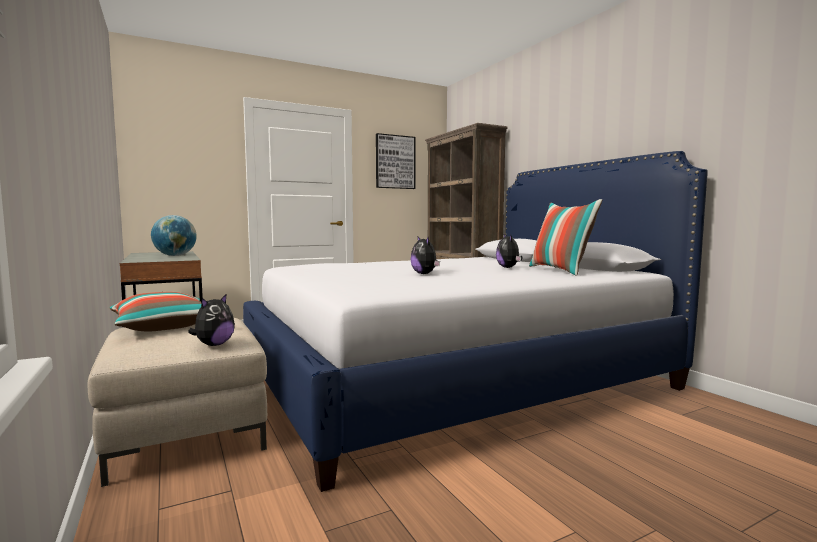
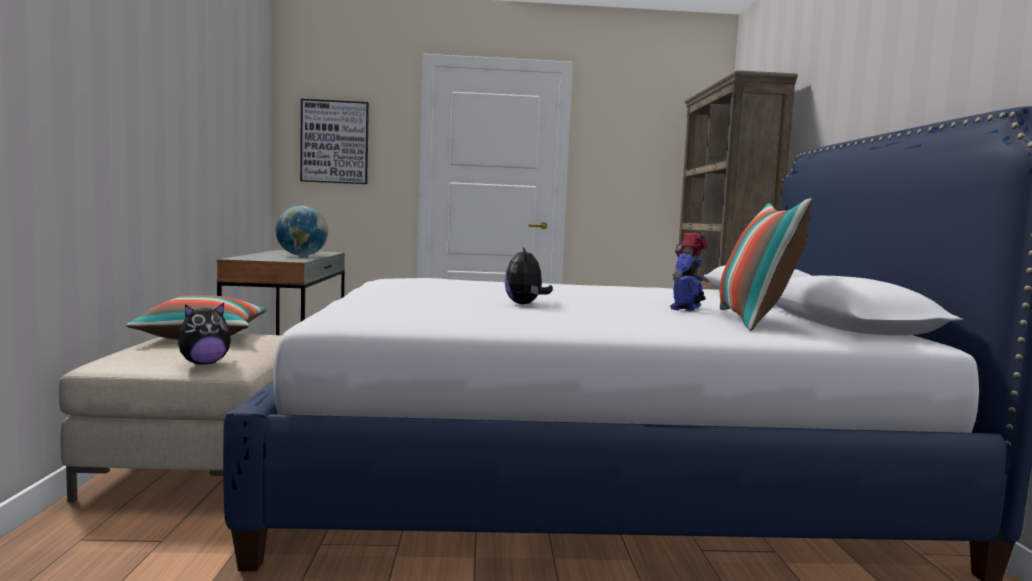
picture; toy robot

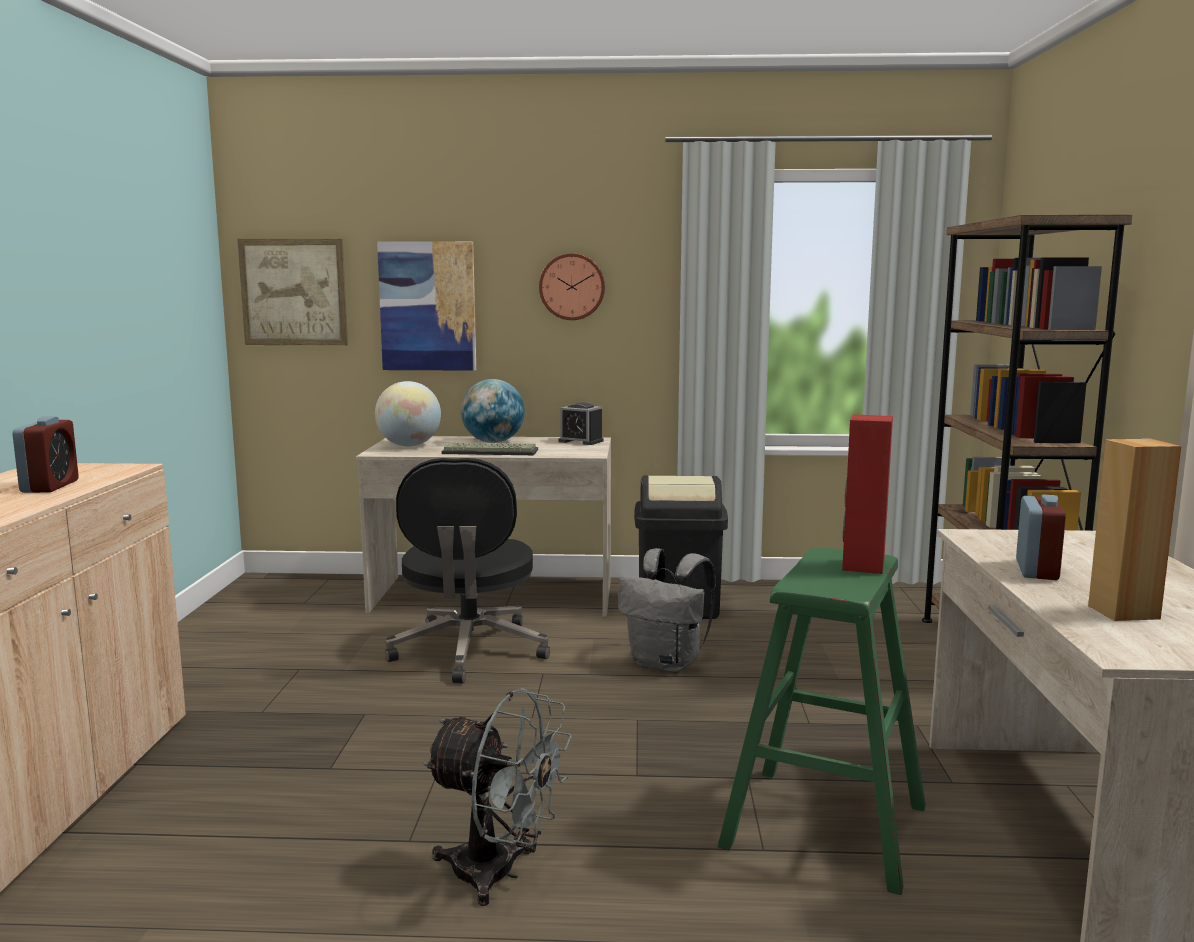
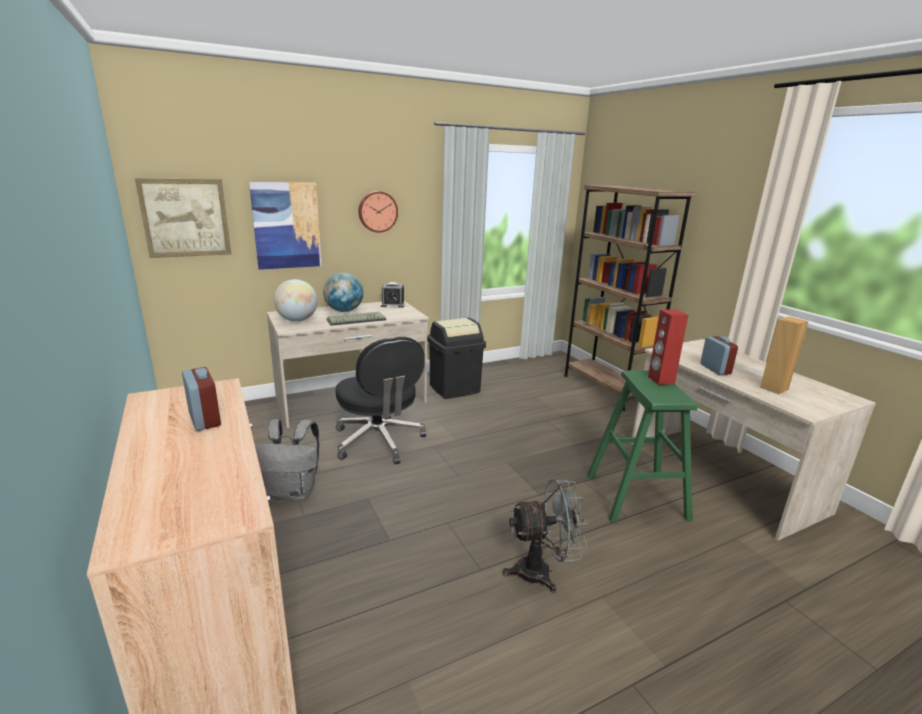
backpack in grey

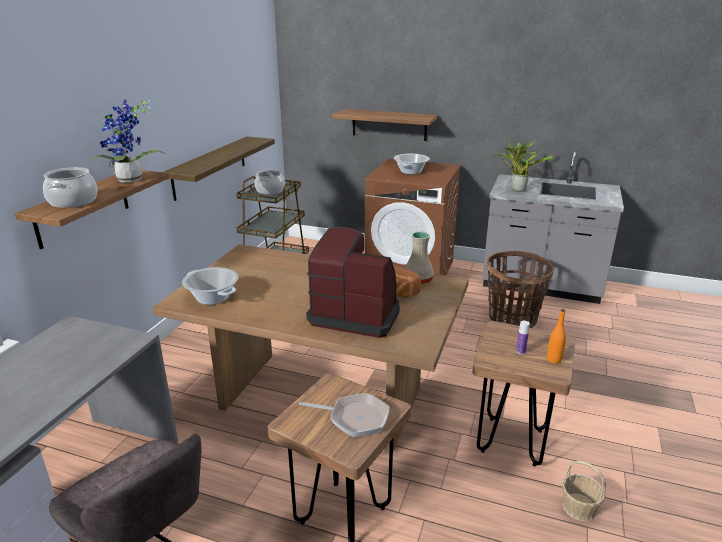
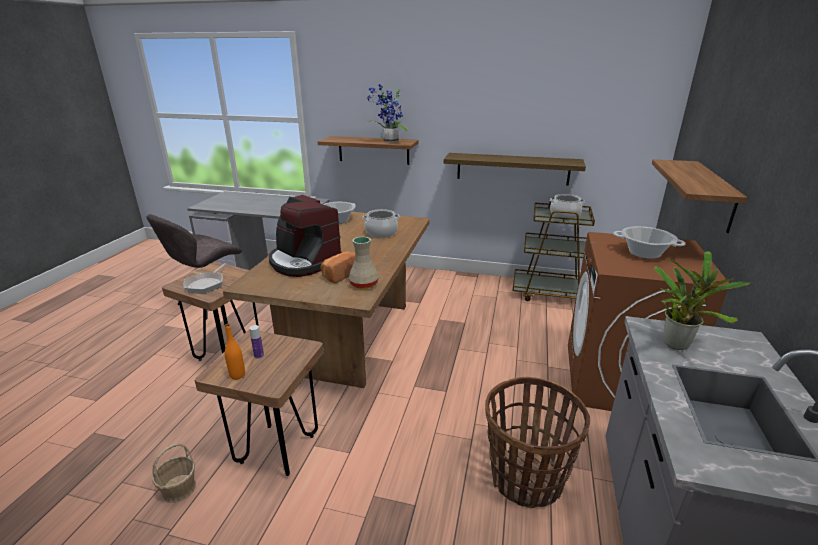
cooking pot (2nd from left); coffee machine

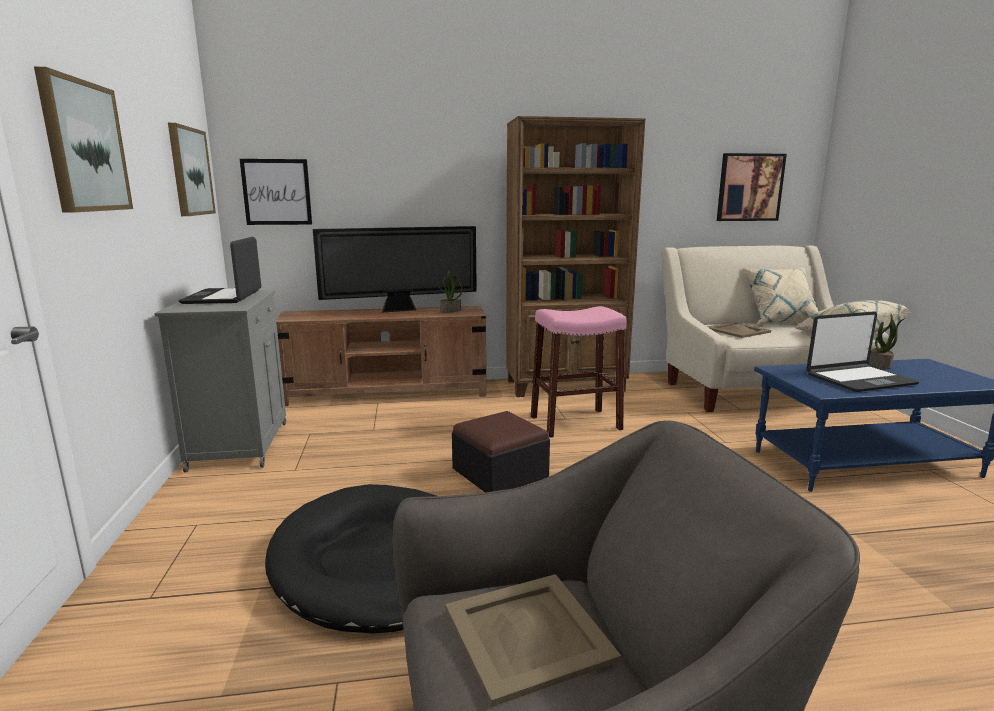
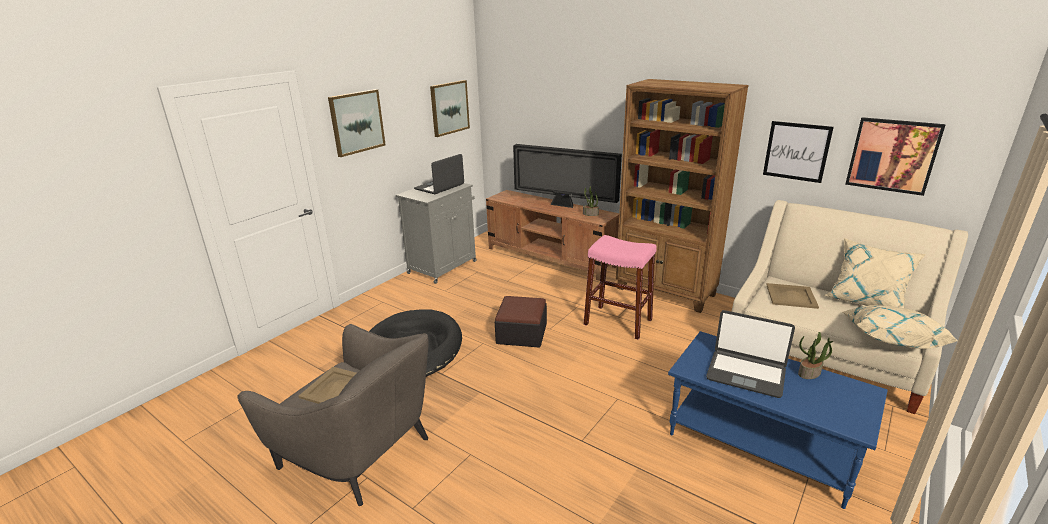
picture (3rd from left)

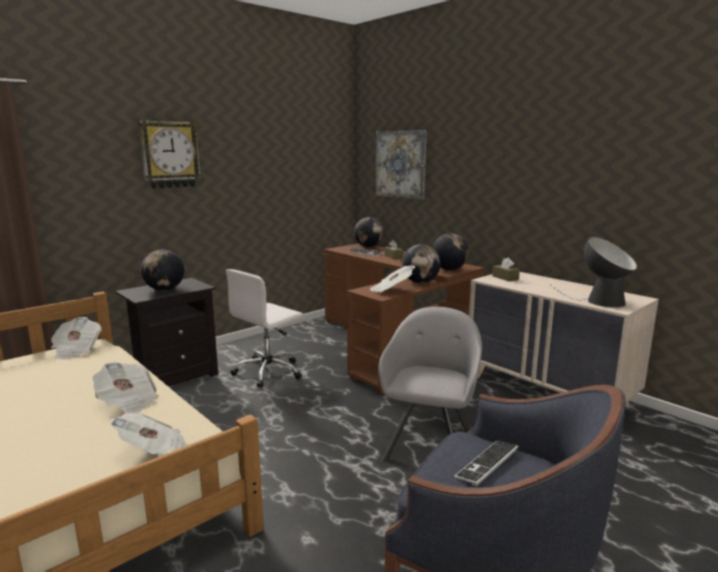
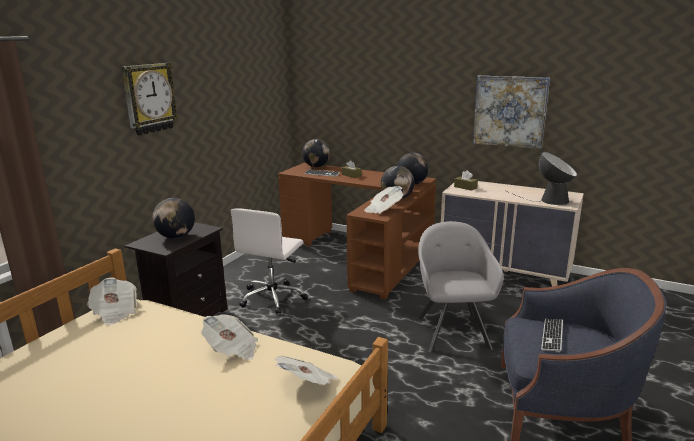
picture

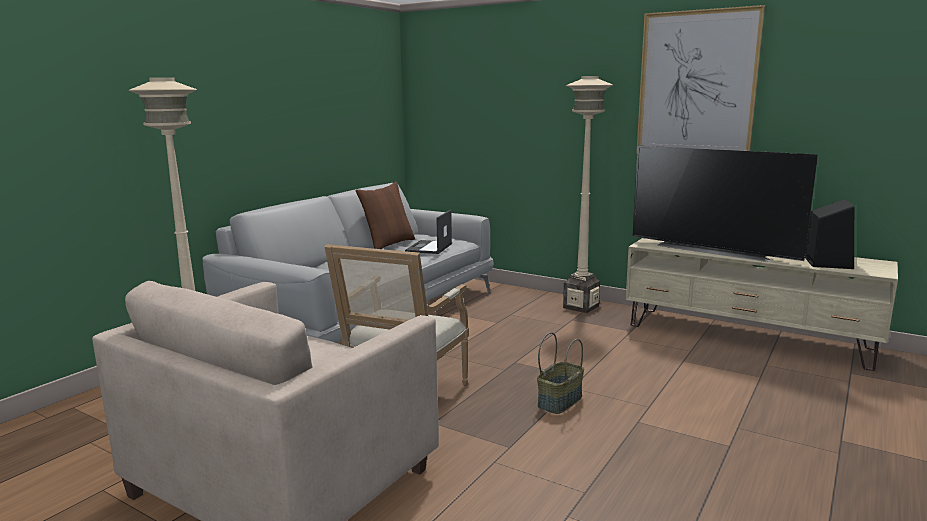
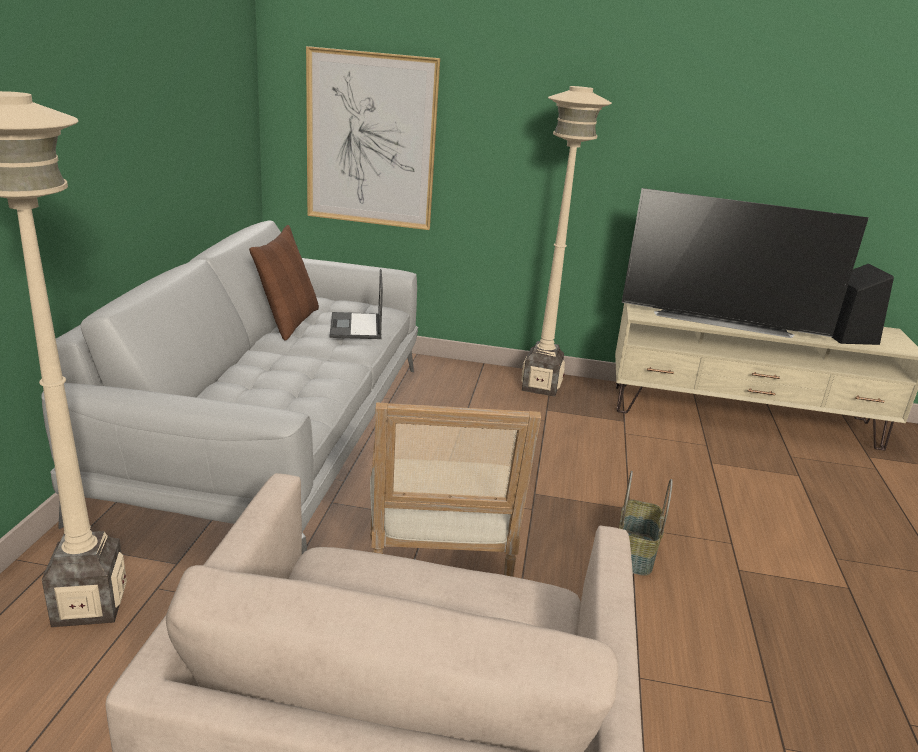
picture

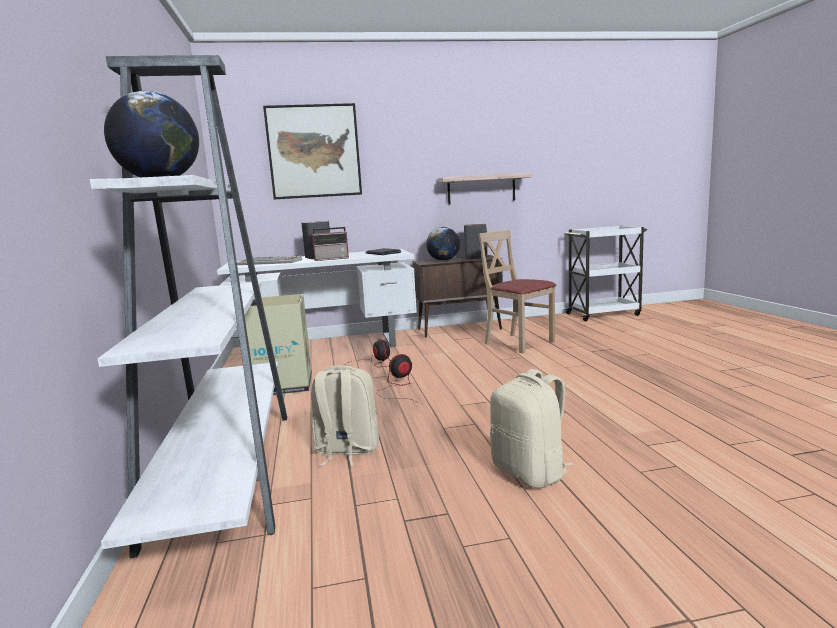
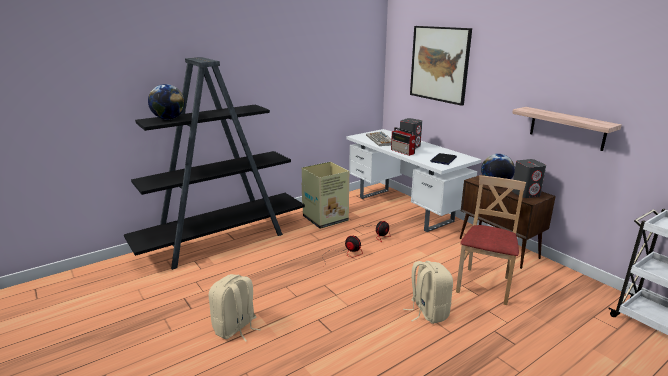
bookcase in black; backpack in beige (2nd from left)

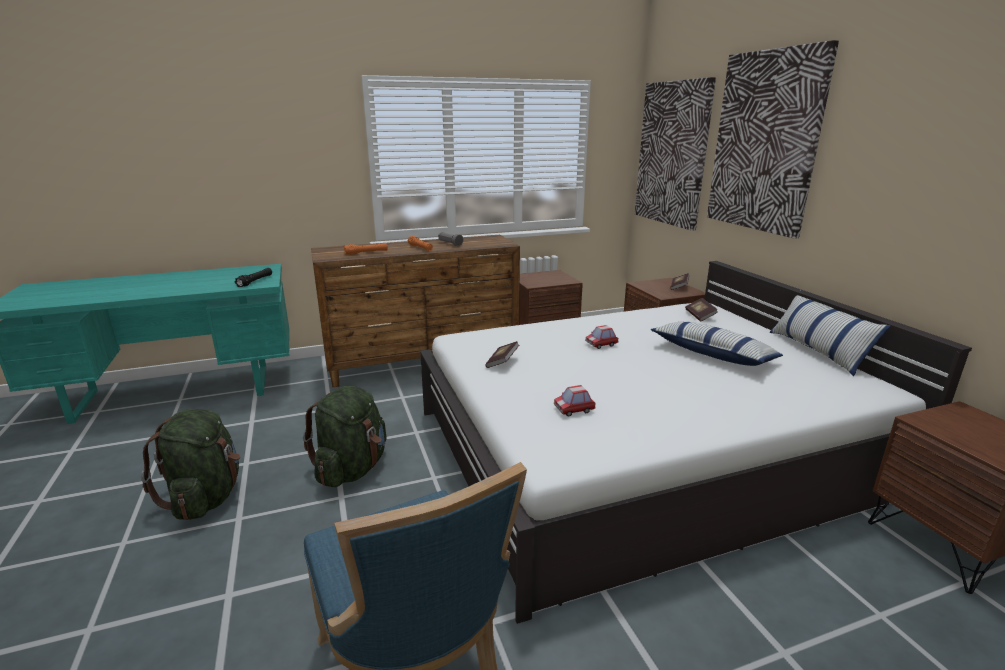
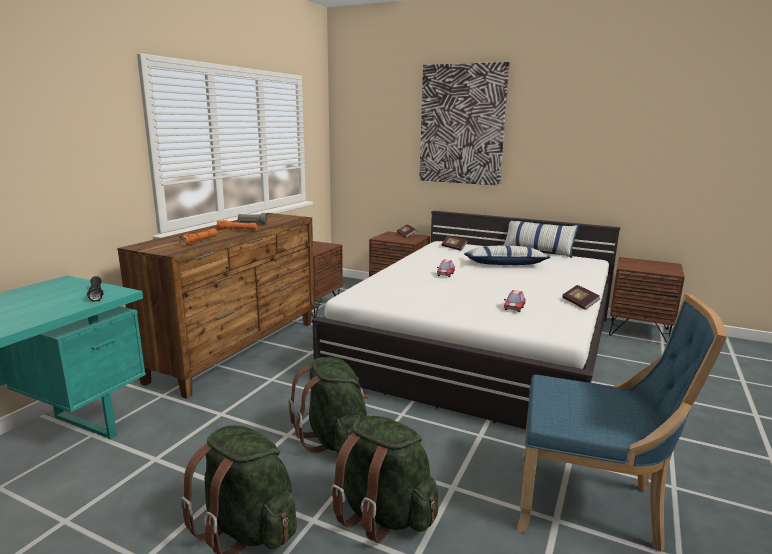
book (3rd from left); picture (1st from left in the first image); backpack in green (3rd from left)

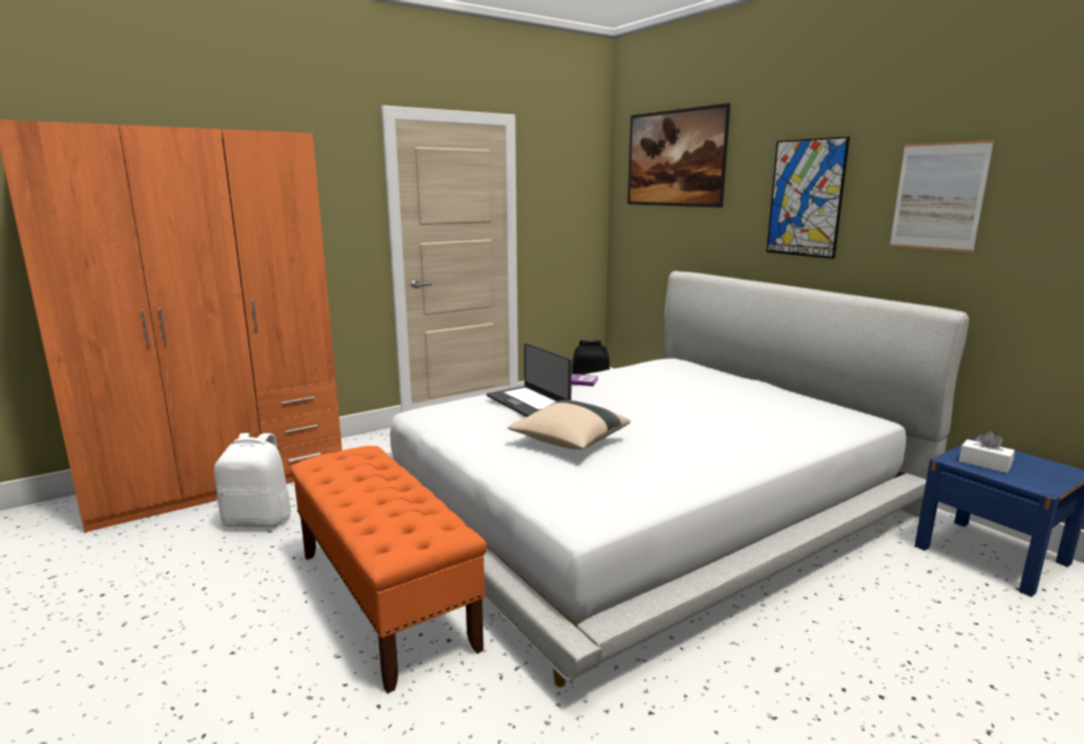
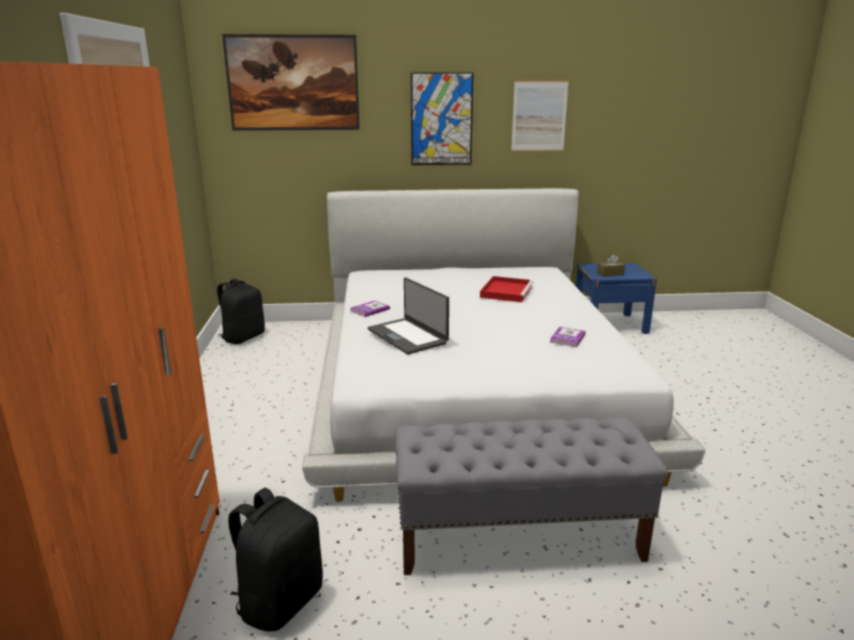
backpack in black (2nd from left); bench in grey; laptop; pillow in beige; tissue box in brown; tray in red; book (2nd from left)

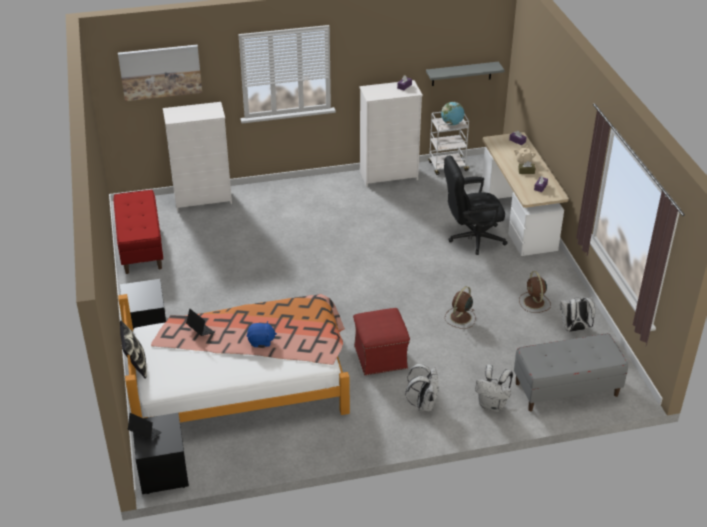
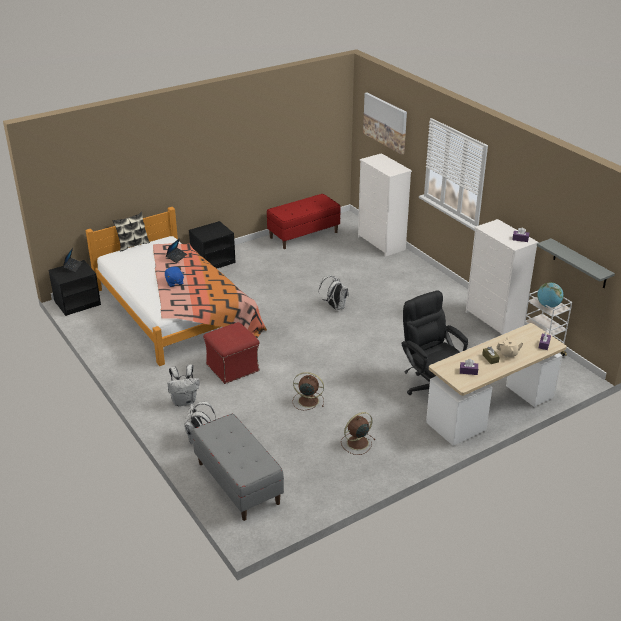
backpack in white (3rd from left)

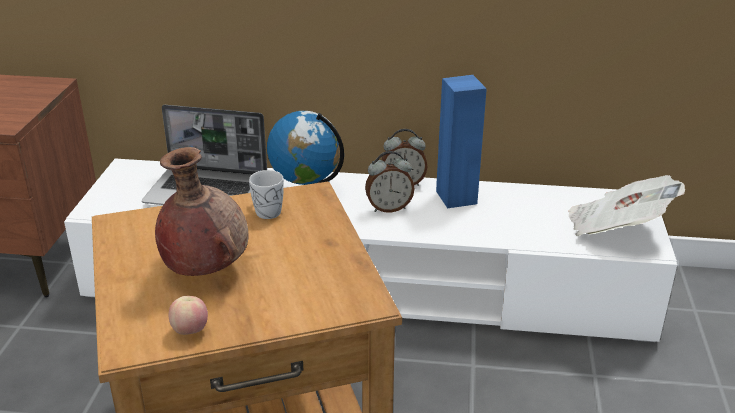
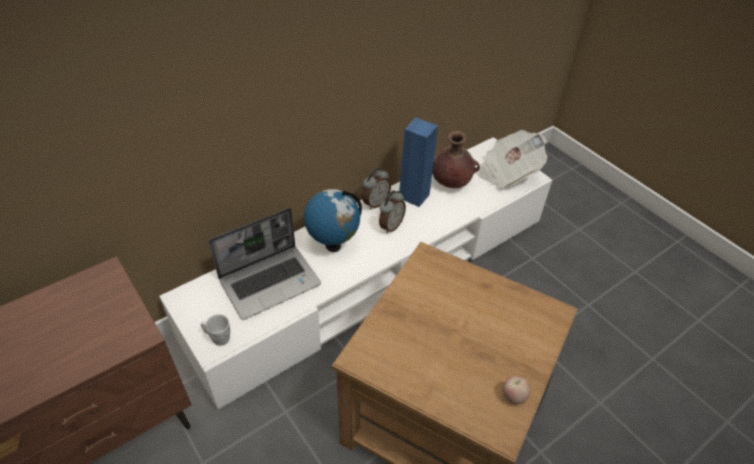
vase in brown; mug in white

